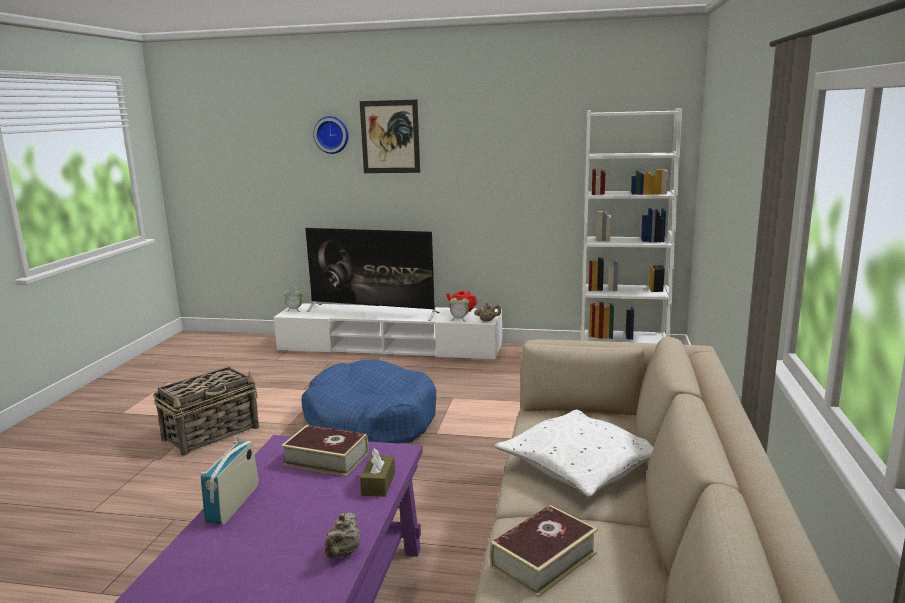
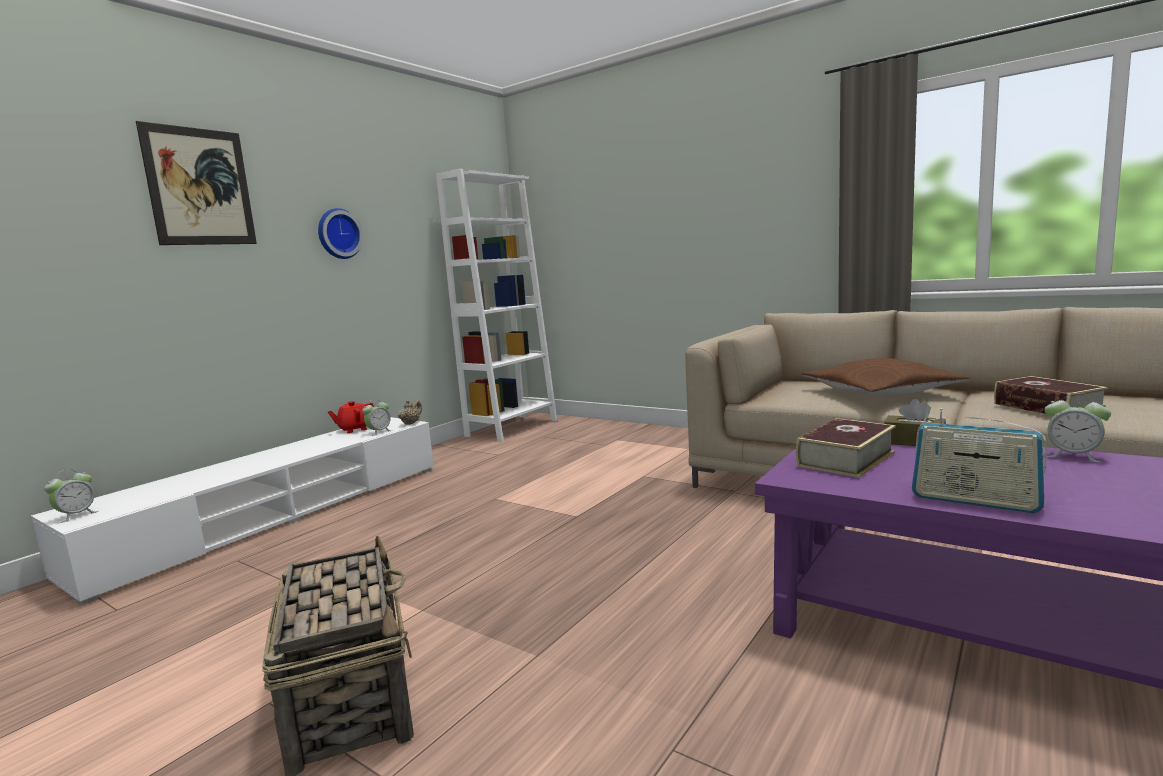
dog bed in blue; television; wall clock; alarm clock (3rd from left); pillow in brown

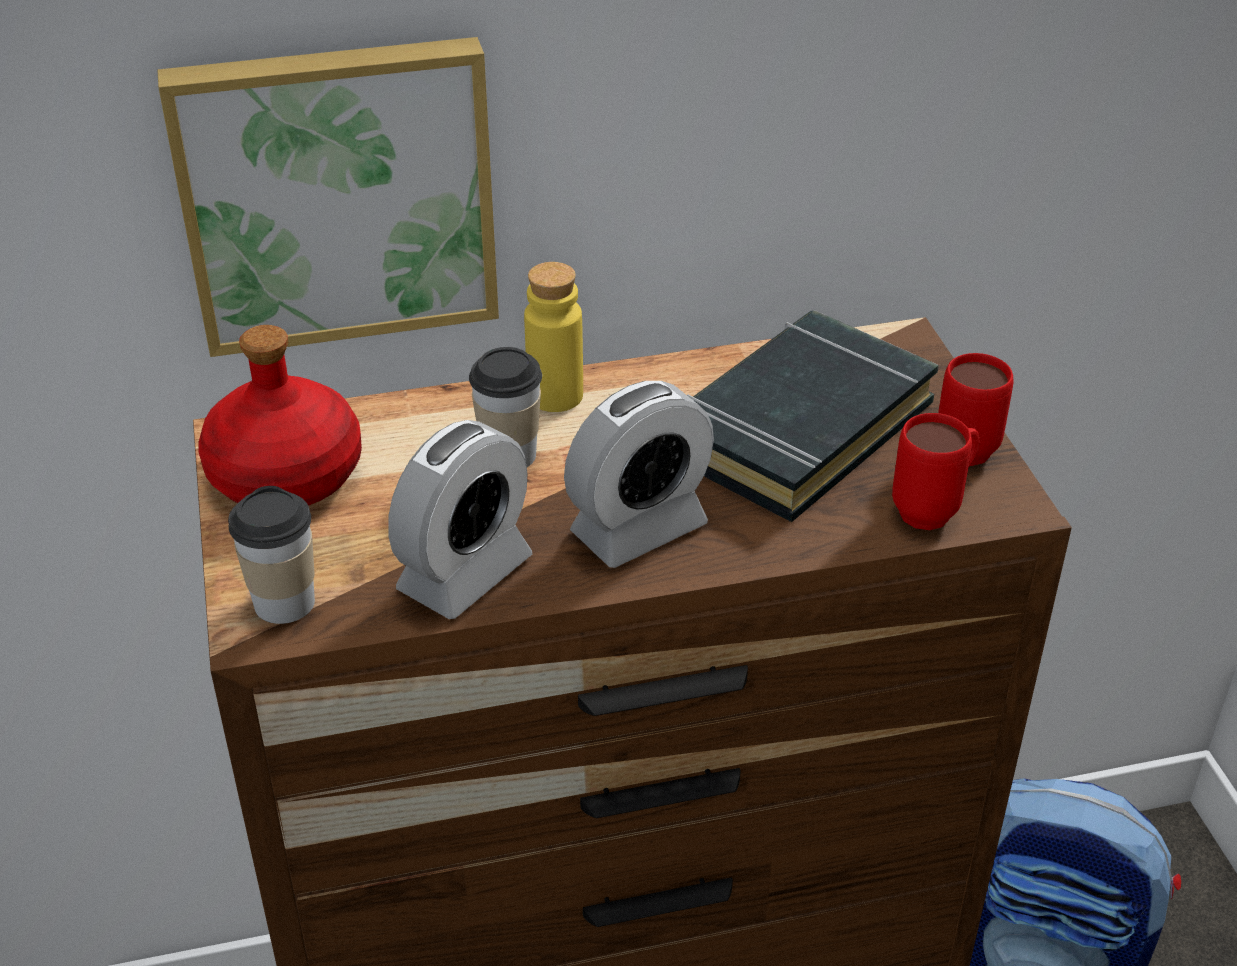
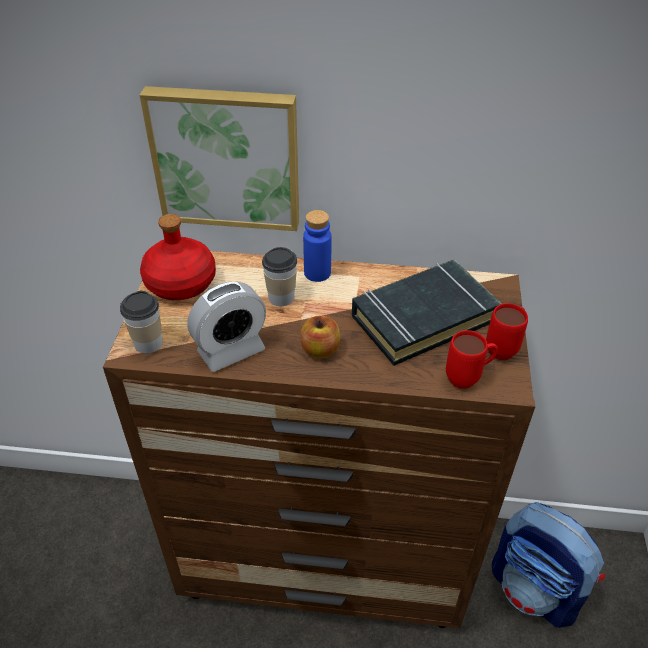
bottle in blue; apple

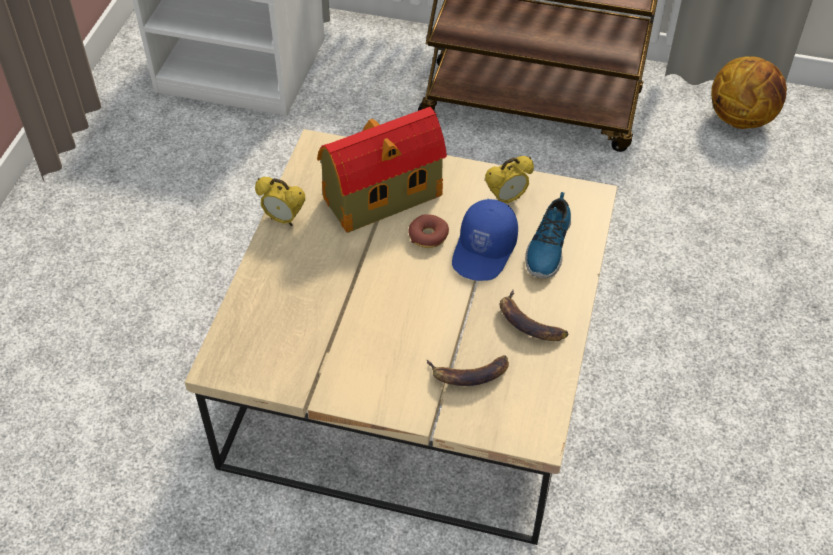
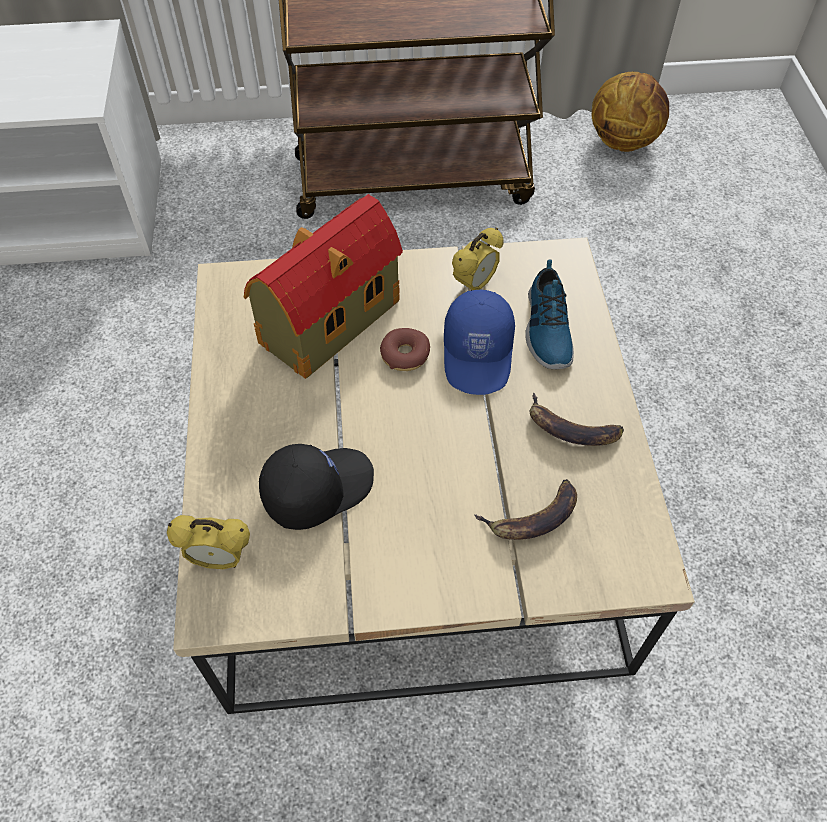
alarm clock (1st from left); cap in black

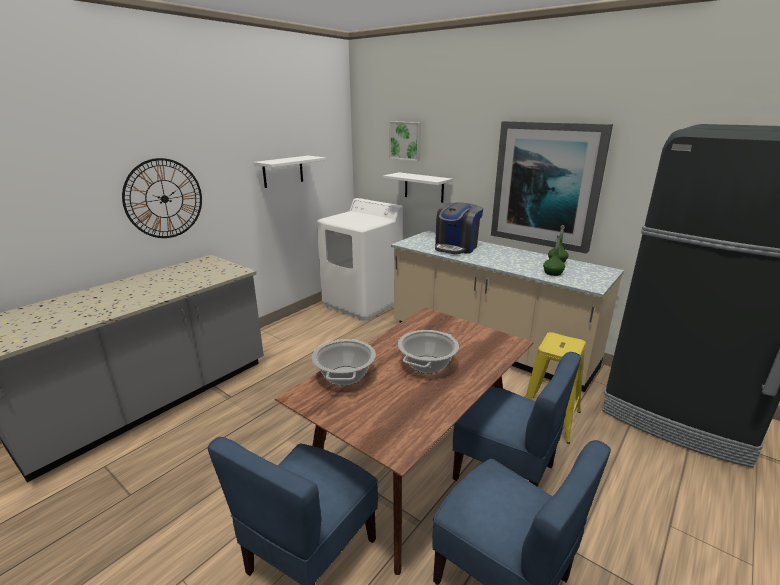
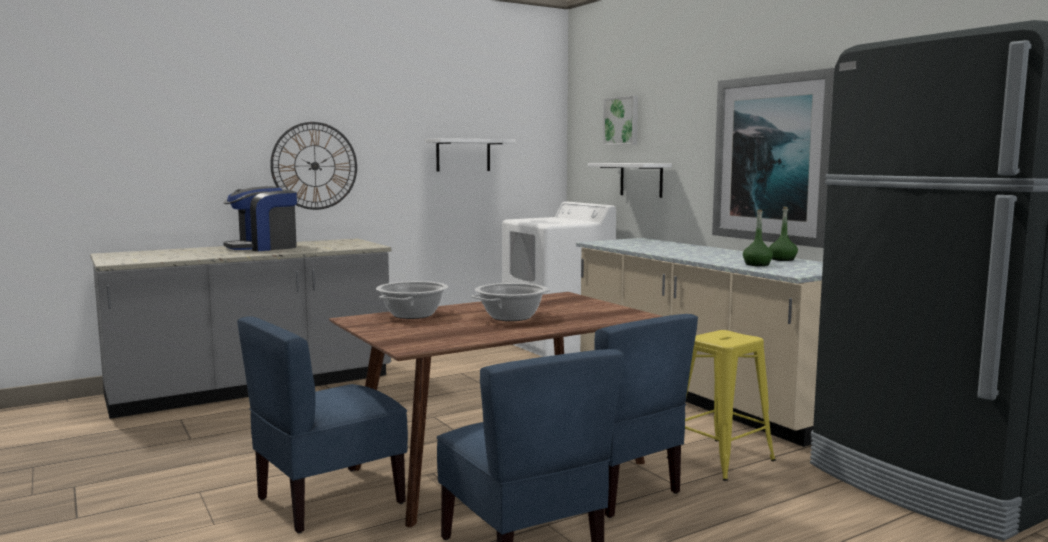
coffee machine

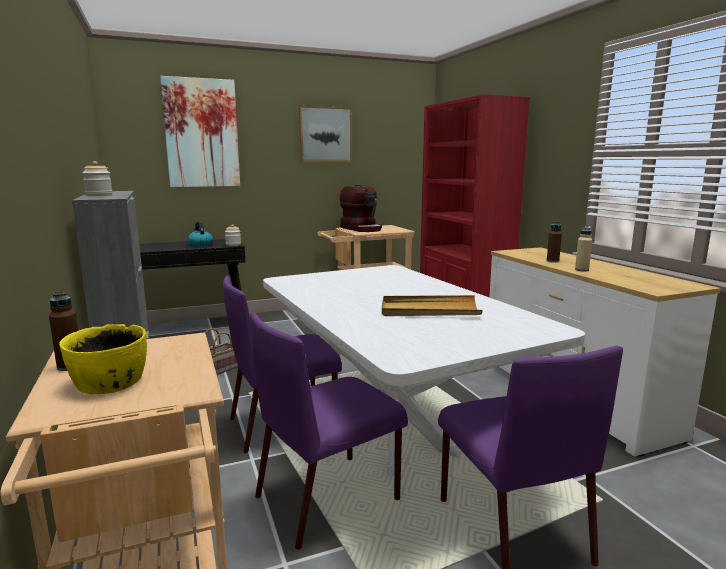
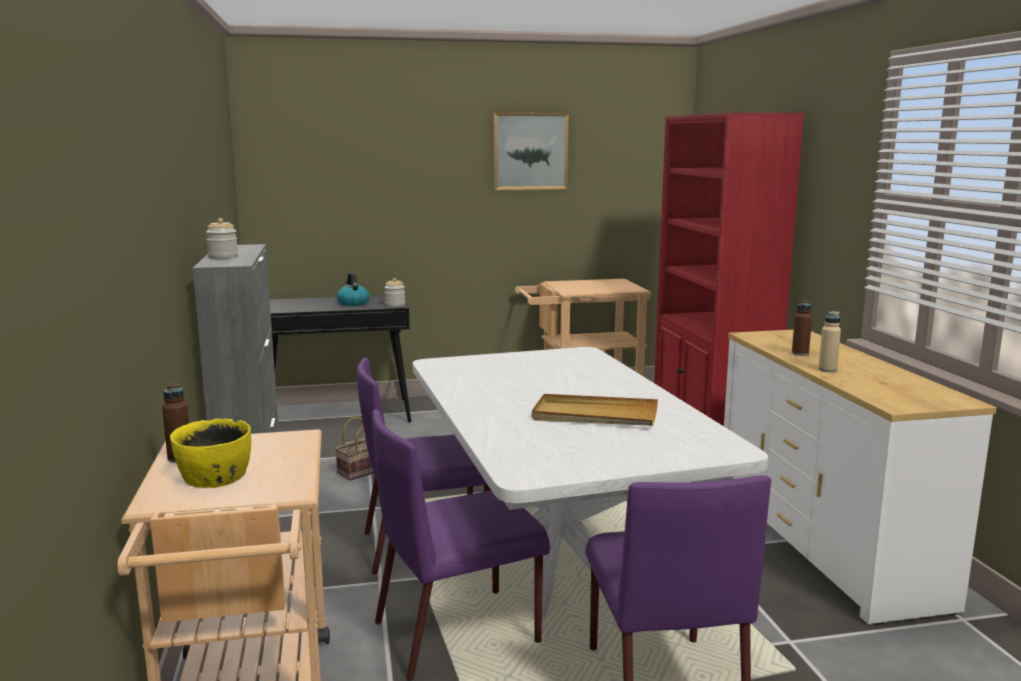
picture (1st from left in the first image); coffee machine

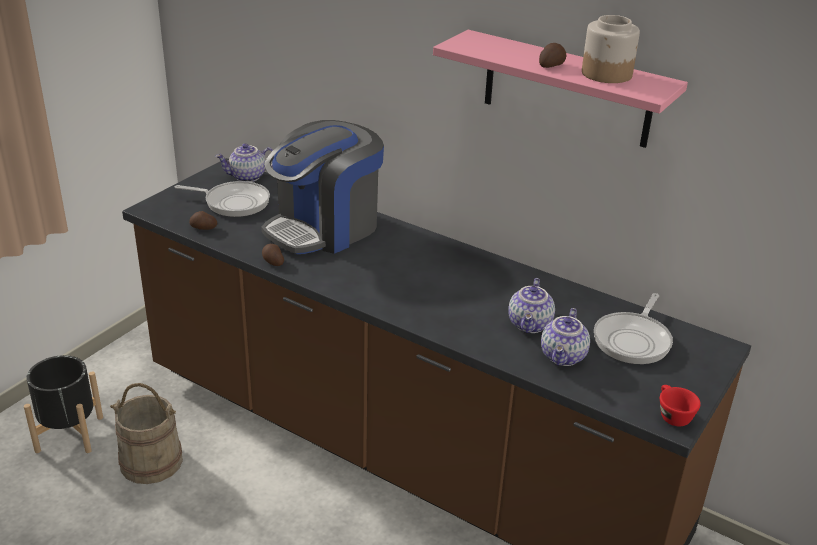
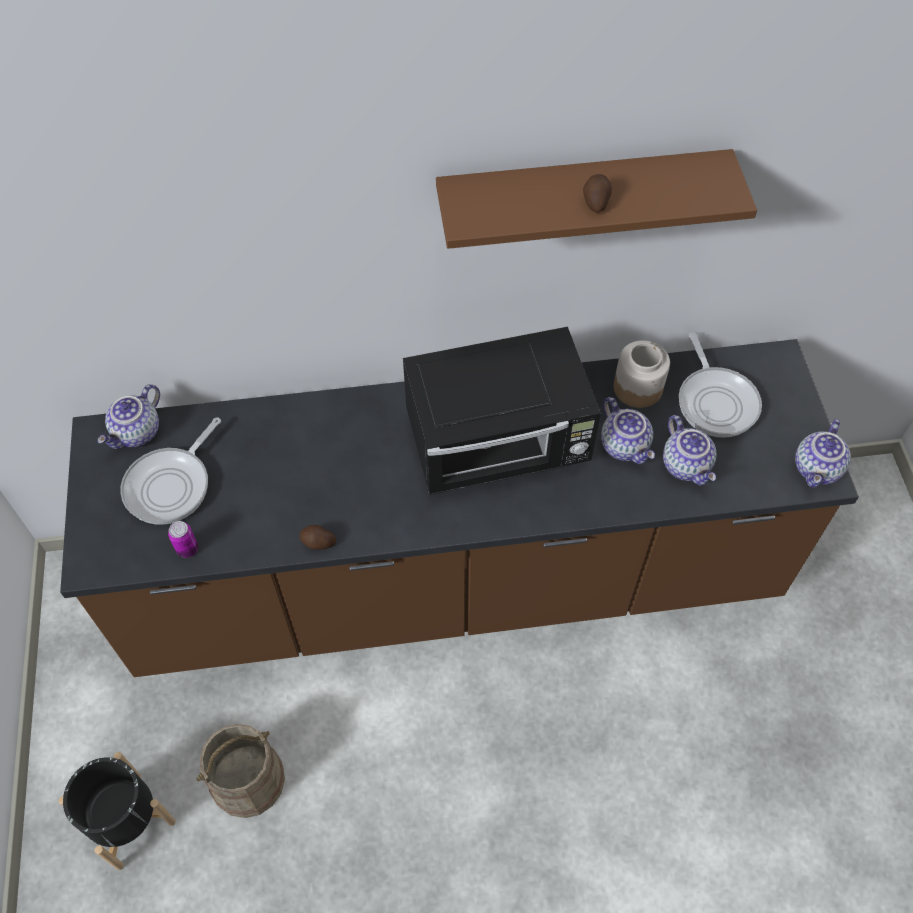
frying pan (1st from left); can; coffee machine; shelf in brown; jar; teapot (4th from left); microwave in black

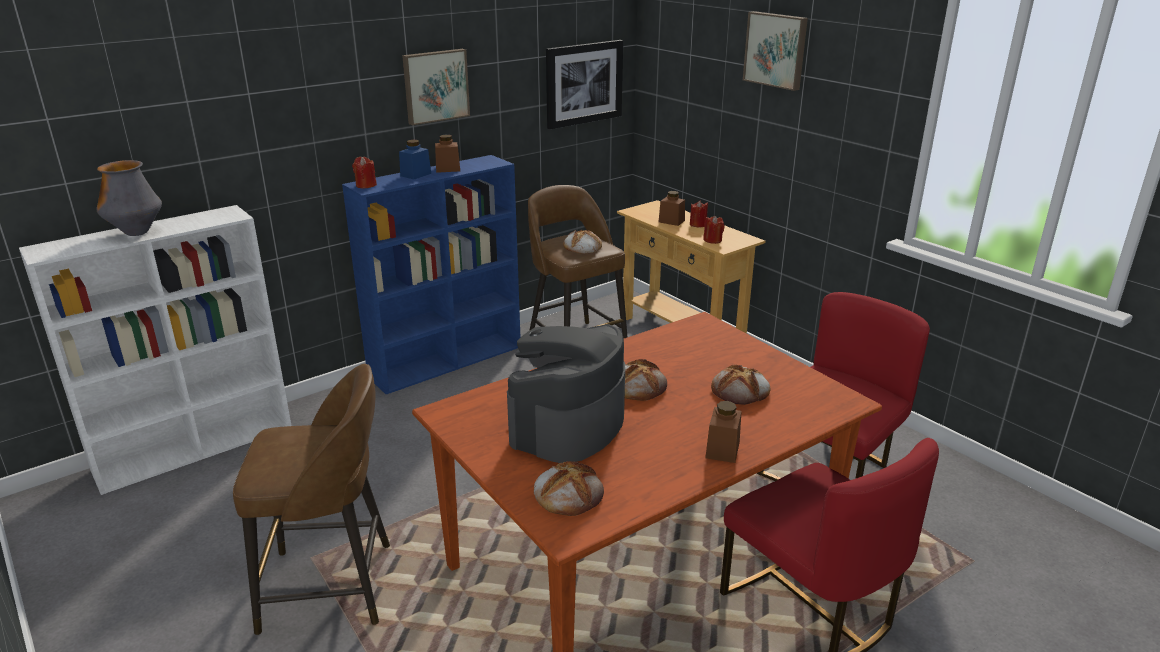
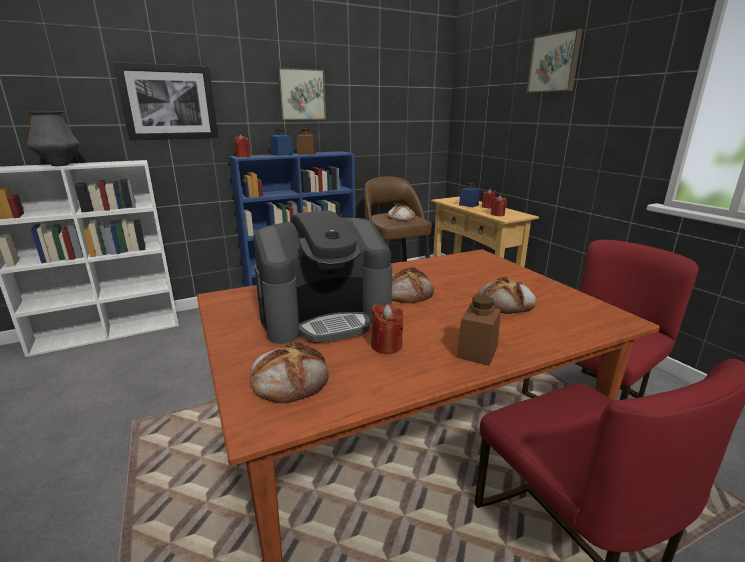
stool in brown (1st from left in the first image); coffee machine; picture (1st from left); jar in blue (2nd from left); candle in red (2nd from left)

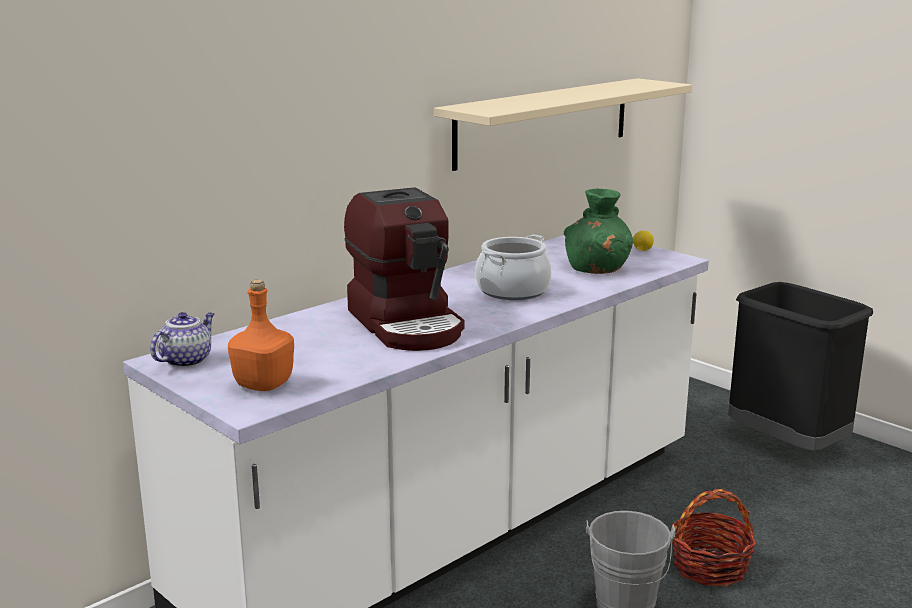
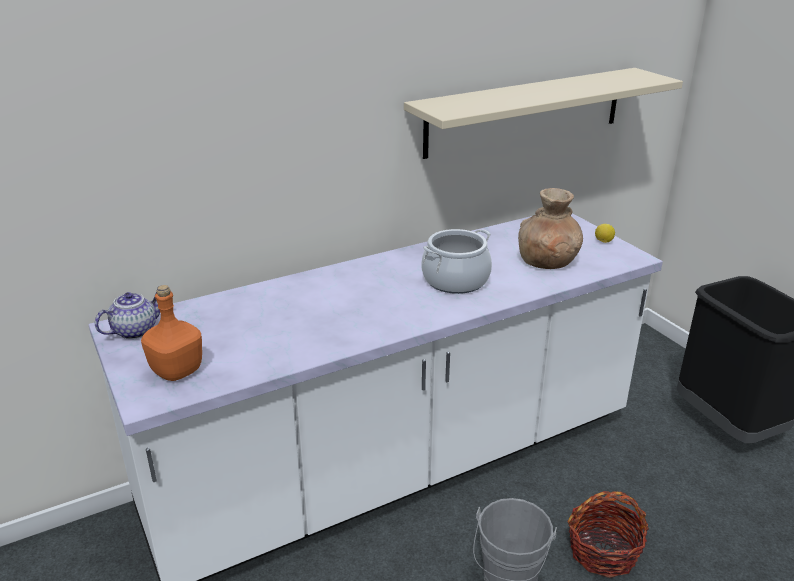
coffee machine; vase in brown

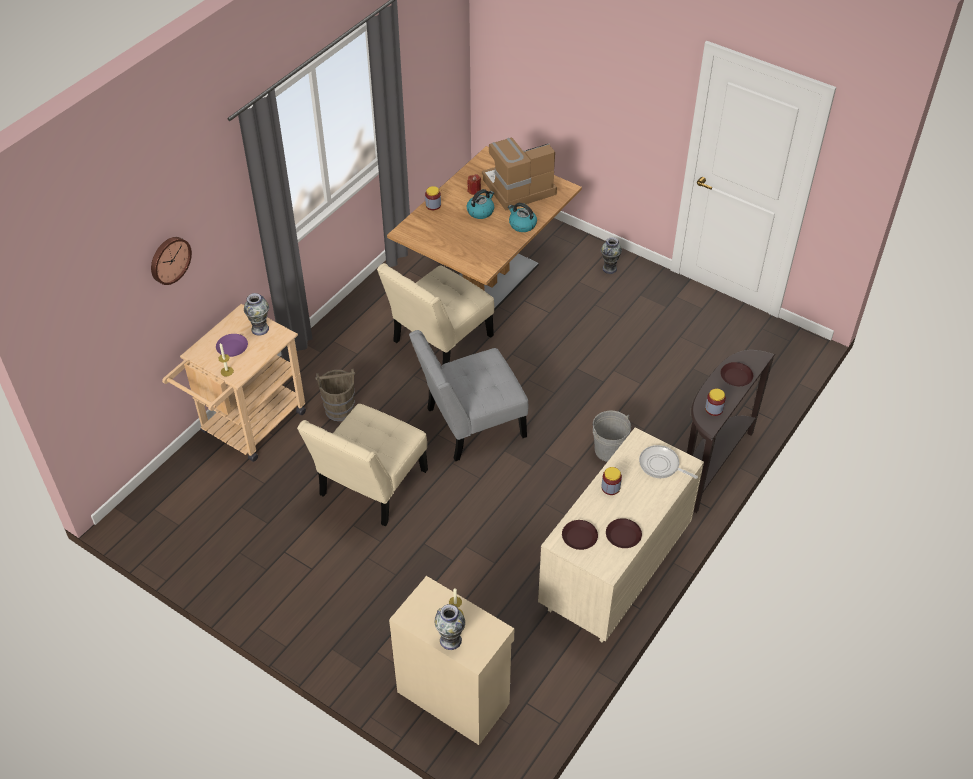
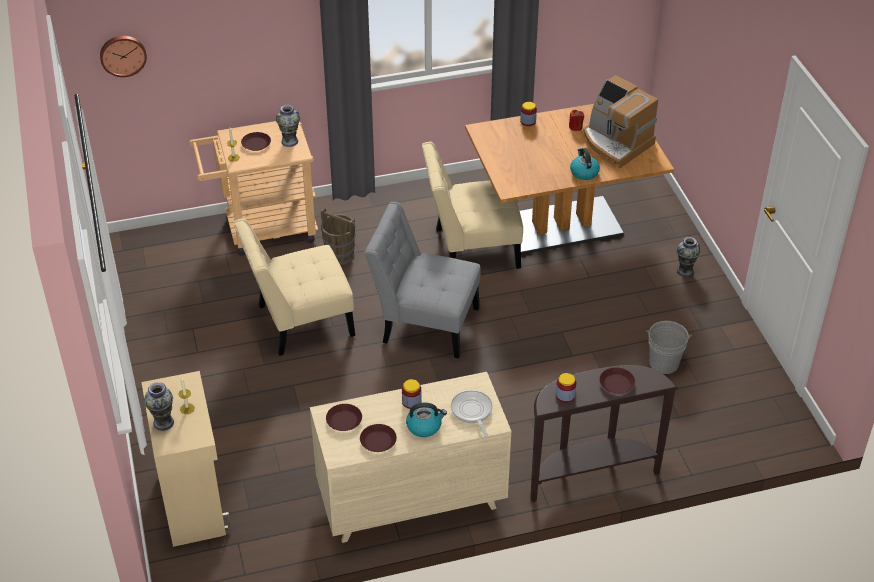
wall clock; plate in brown (1st from left); kettle (1st from left); coffee machine; bucket in grey

